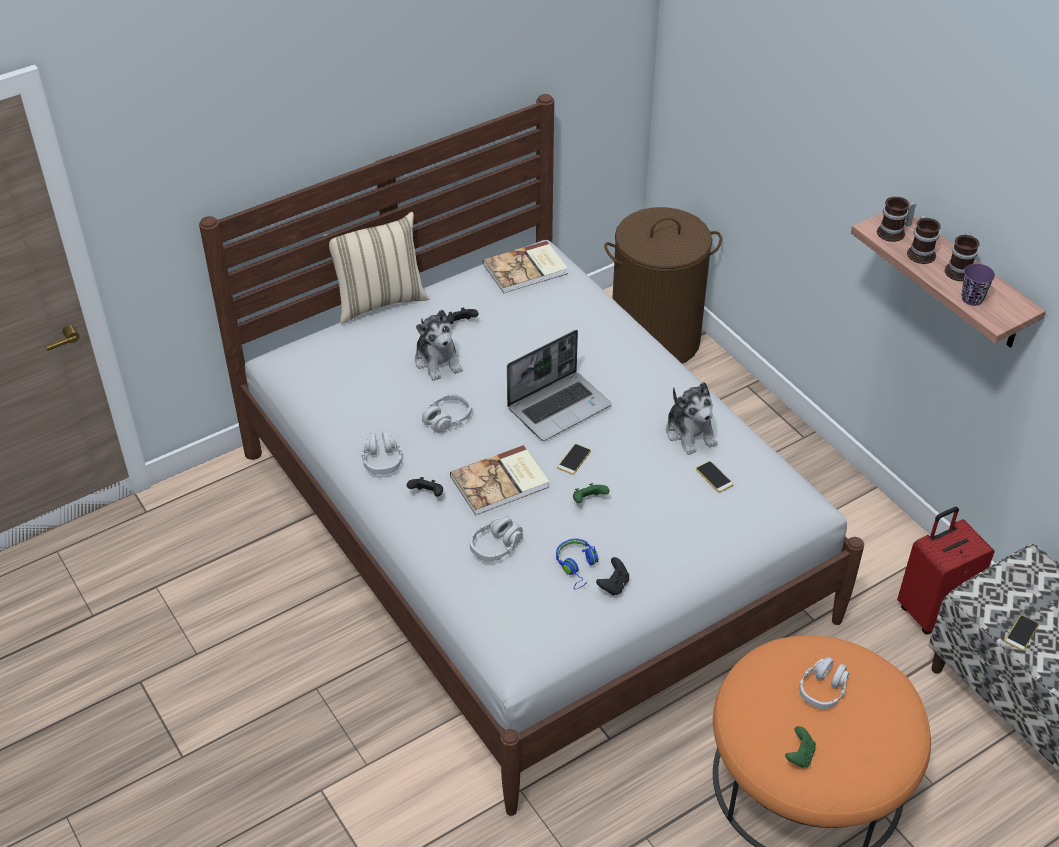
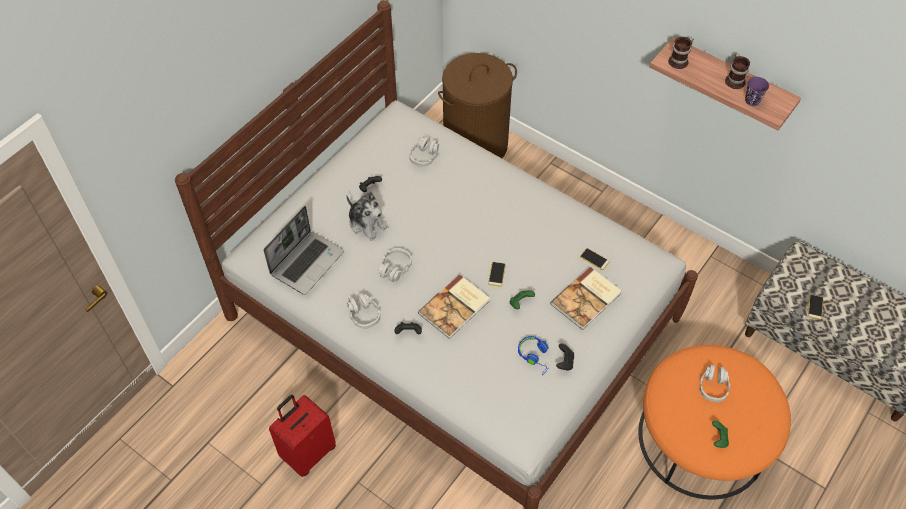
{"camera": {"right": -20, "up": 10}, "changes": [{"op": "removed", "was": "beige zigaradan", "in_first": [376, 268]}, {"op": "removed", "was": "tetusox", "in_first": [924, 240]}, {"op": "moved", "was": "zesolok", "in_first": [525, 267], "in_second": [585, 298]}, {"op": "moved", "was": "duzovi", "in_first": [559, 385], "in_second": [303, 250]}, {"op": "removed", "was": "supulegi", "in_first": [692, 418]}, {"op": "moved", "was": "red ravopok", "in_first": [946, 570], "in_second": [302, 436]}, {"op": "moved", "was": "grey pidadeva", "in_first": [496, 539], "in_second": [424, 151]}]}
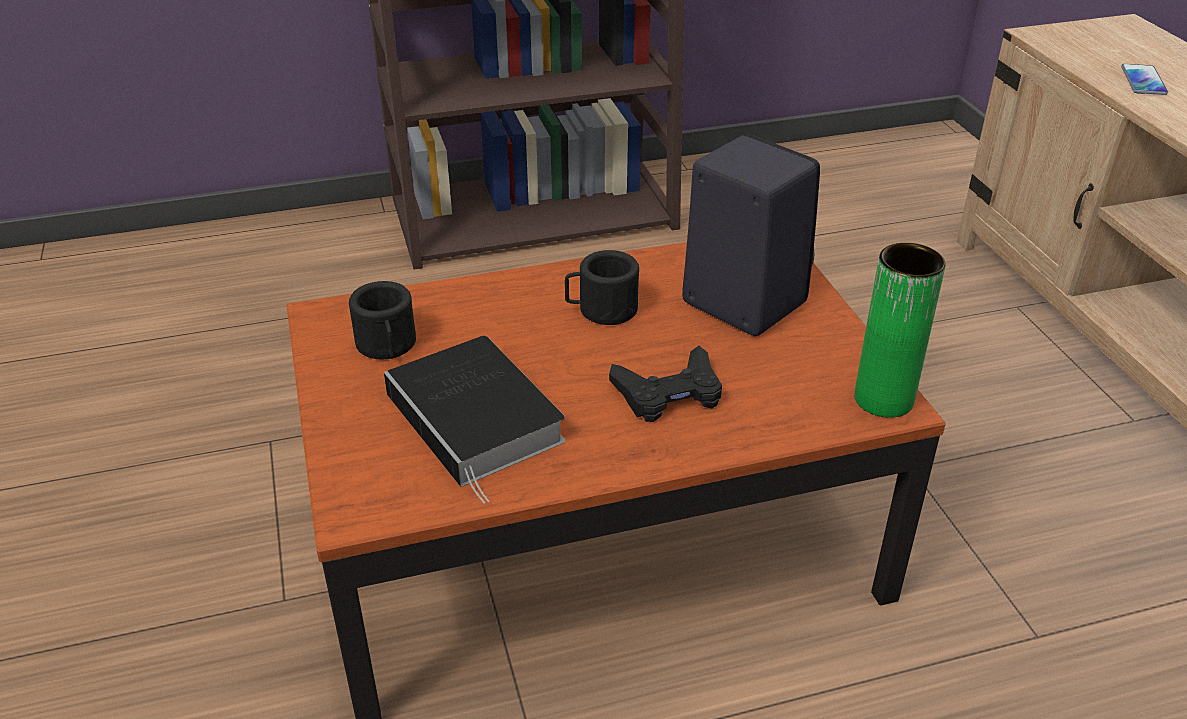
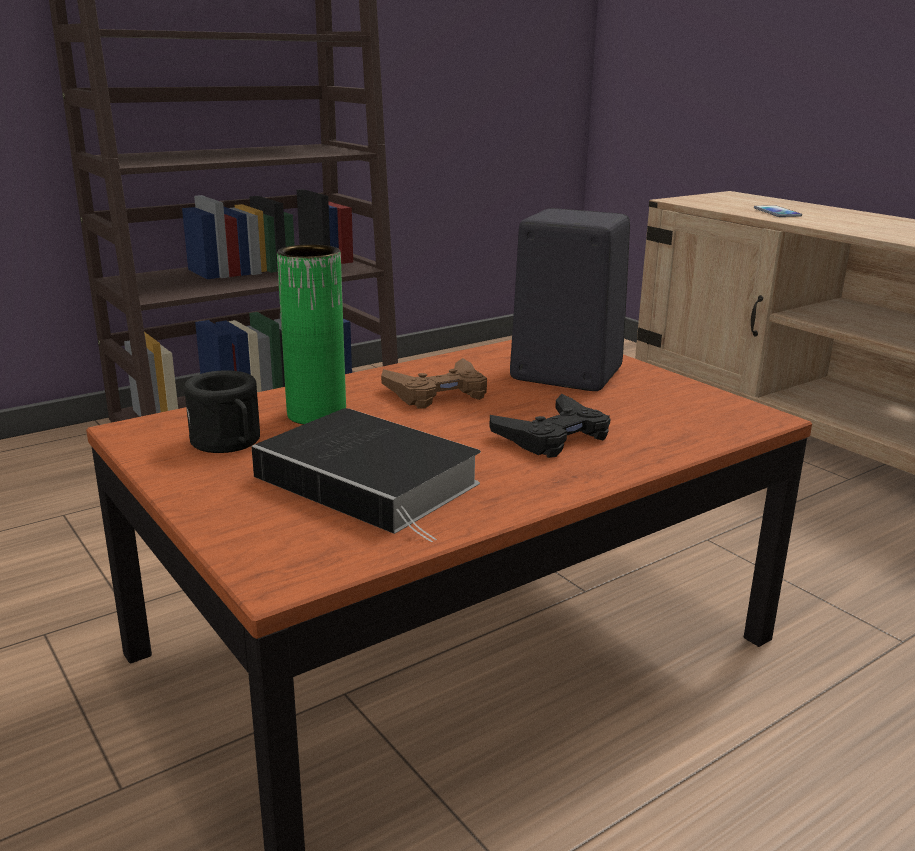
{"camera": {"right": -20, "up": -15}, "changes": [{"op": "moved", "was": "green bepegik", "in_first": [900, 330], "in_second": [311, 334]}, {"op": "replaced", "was": "black tetusox", "now": "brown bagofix", "in_first": [602, 287], "in_second": [434, 383]}]}
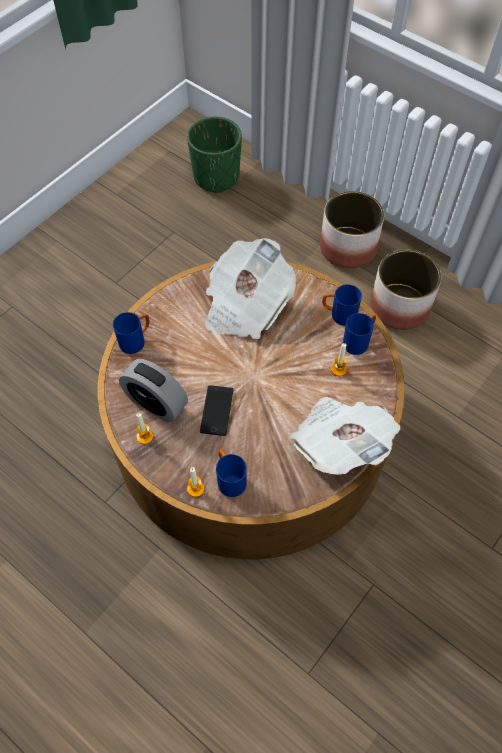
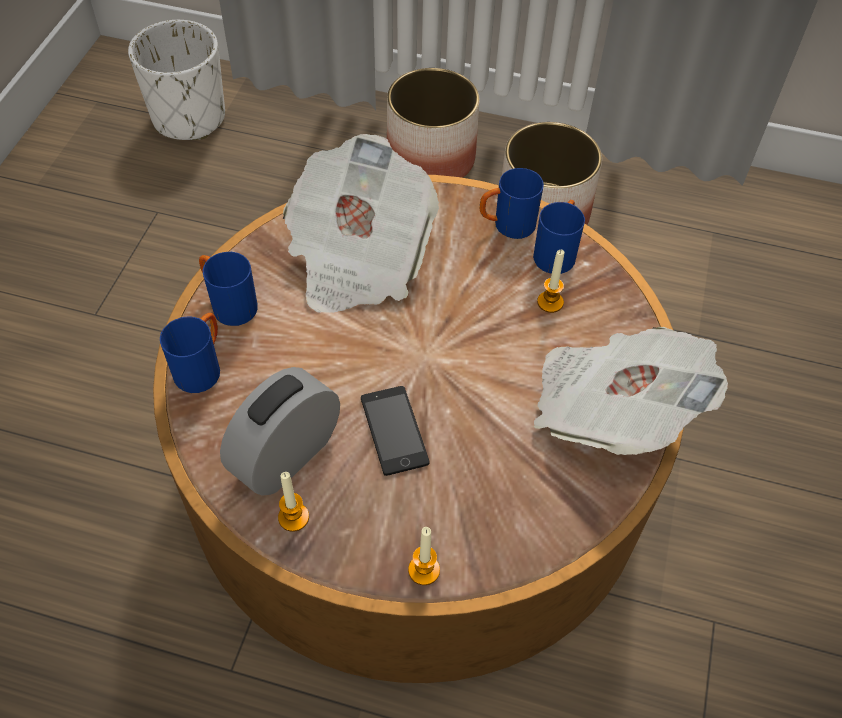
{"camera": {"right": -25, "up": -5}, "changes": [{"op": "recoloured", "was": "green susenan", "now": "white susenan", "in_first": [214, 154], "in_second": [176, 80]}, {"op": "turned", "was": "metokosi", "in_first": [153, 390], "in_second": [280, 431], "clockwise": 120}, {"op": "moved", "was": "blue tetusox", "in_first": [231, 473], "in_second": [228, 289]}]}
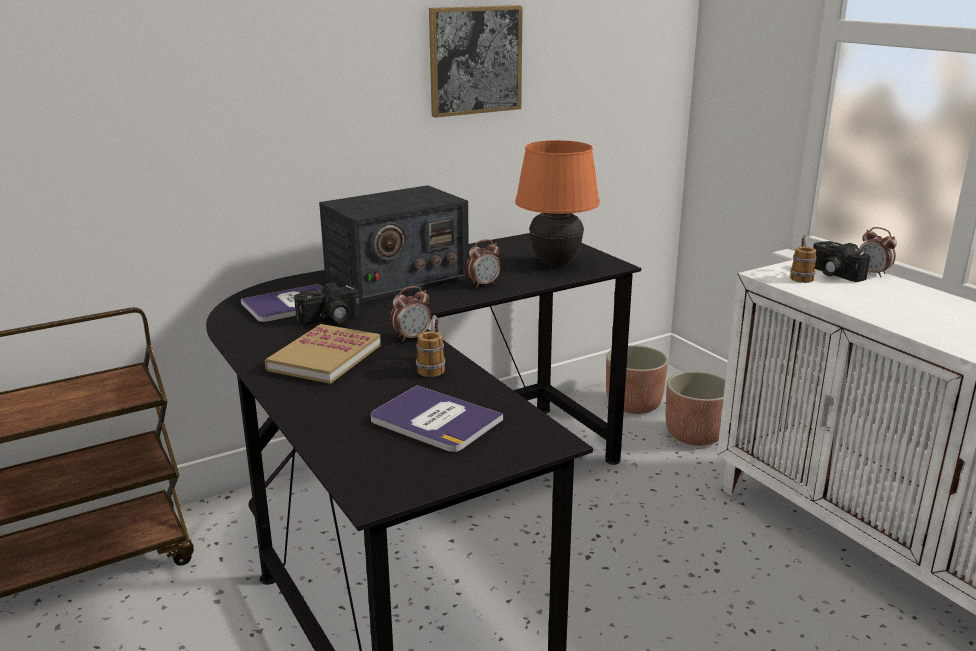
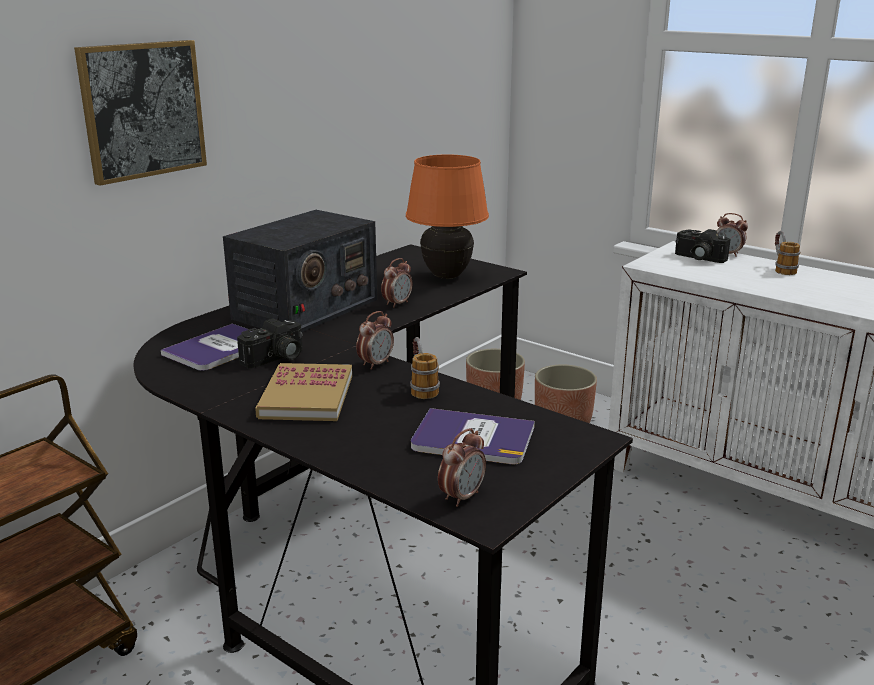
{"camera": {"right": -20, "up": 0}, "changes": [{"op": "moved", "was": "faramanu", "in_first": [476, 61], "in_second": [140, 113]}, {"op": "moved", "was": "tetusox", "in_first": [803, 259], "in_second": [787, 253]}, {"op": "added", "now": "metokosi", "in_second": [462, 467]}]}
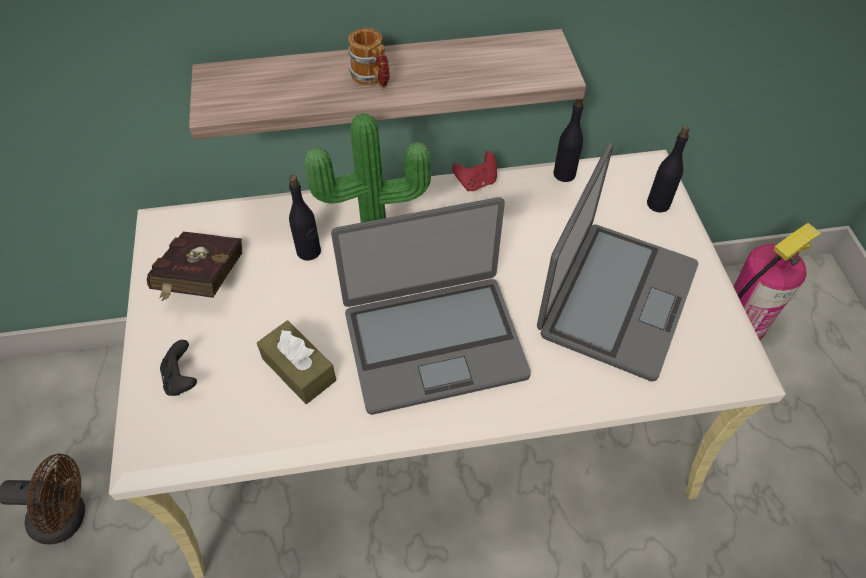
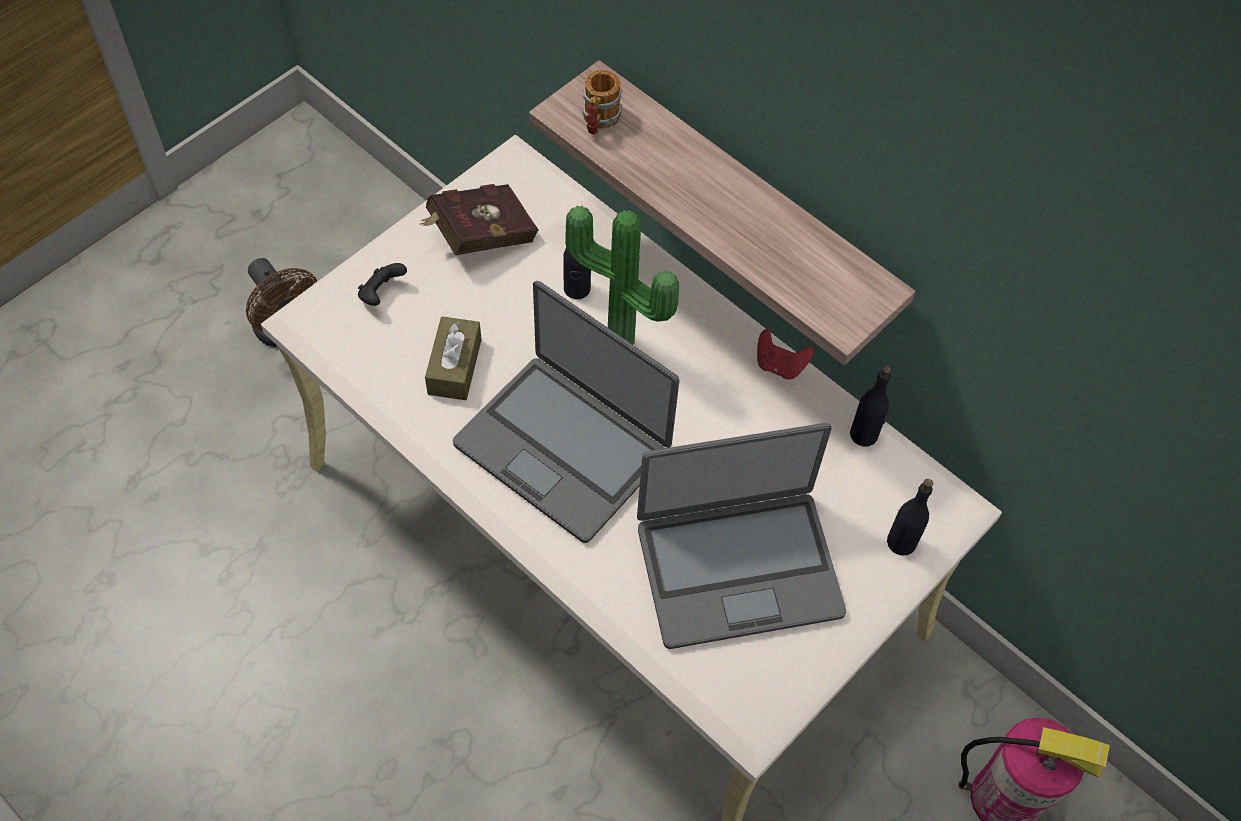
{"camera": {"right": 50, "up": 5}, "changes": [{"op": "moved", "was": "tetusox", "in_first": [368, 58], "in_second": [602, 102]}]}
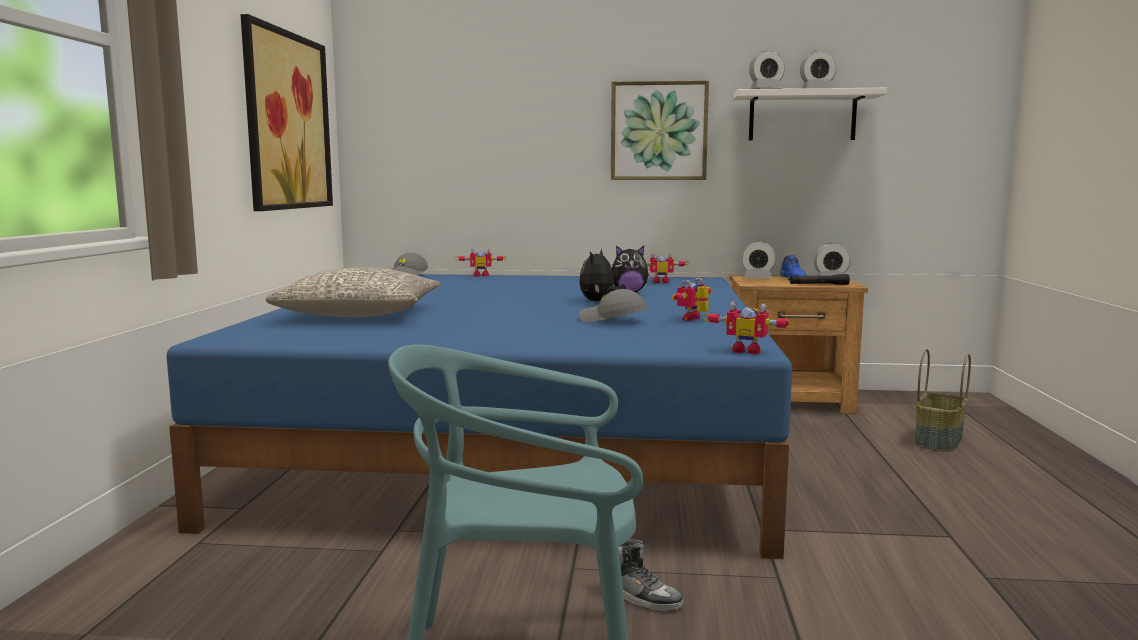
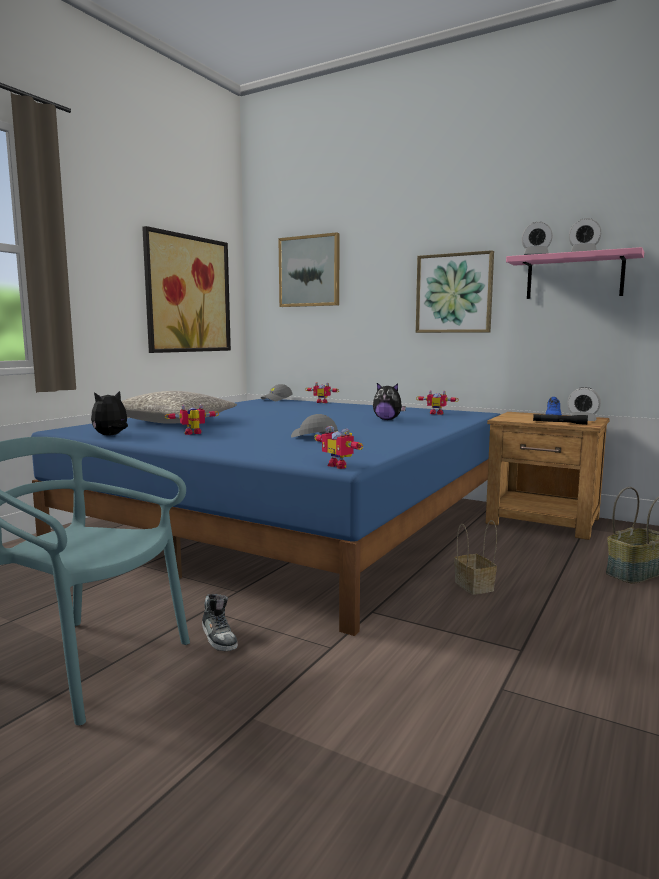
{"camera": {"right": 25, "up": 0}, "changes": [{"op": "recoloured", "was": "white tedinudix", "now": "pink tedinudix", "in_first": [810, 114], "in_second": [575, 273]}, {"op": "removed", "was": "metokosi", "in_first": [758, 259]}, {"op": "moved", "was": "supulegi", "in_first": [602, 275], "in_second": [109, 413]}, {"op": "moved", "was": "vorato", "in_first": [691, 299], "in_second": [192, 419]}, {"op": "added", "now": "faramanu", "in_second": [308, 269]}, {"op": "added", "now": "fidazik", "in_second": [475, 557]}]}
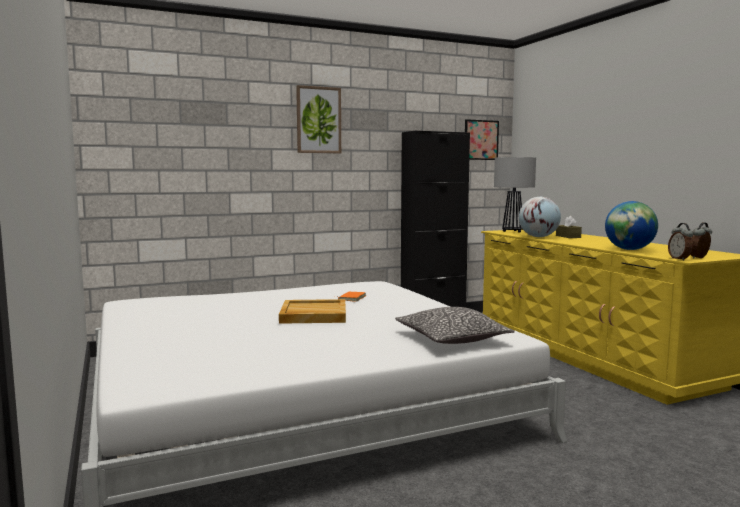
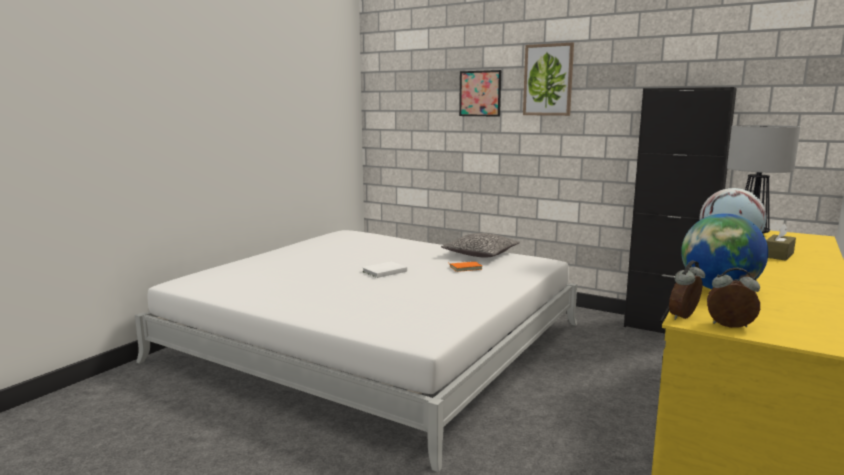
{"camera": {"right": 55, "up": 5}, "changes": [{"op": "moved", "was": "faramanu", "in_first": [482, 139], "in_second": [480, 93]}, {"op": "replaced", "was": "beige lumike", "now": "white zesolok", "in_first": [312, 311], "in_second": [384, 270]}, {"op": "moved", "was": "zigaradan", "in_first": [455, 325], "in_second": [480, 245]}]}
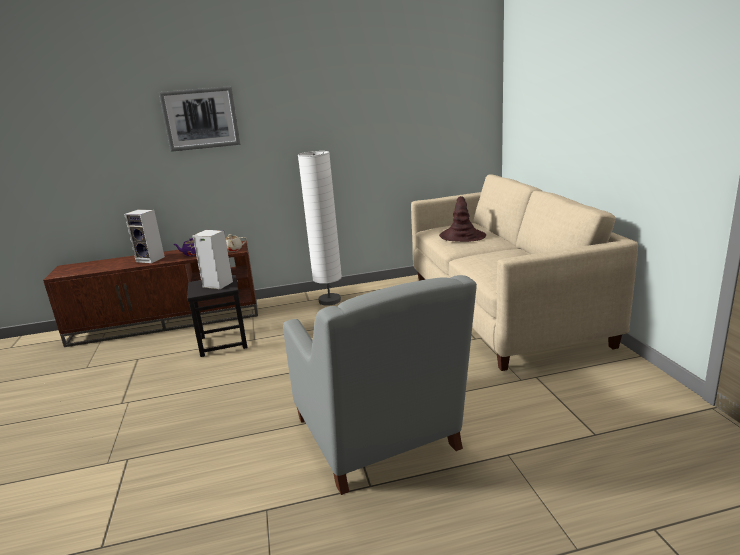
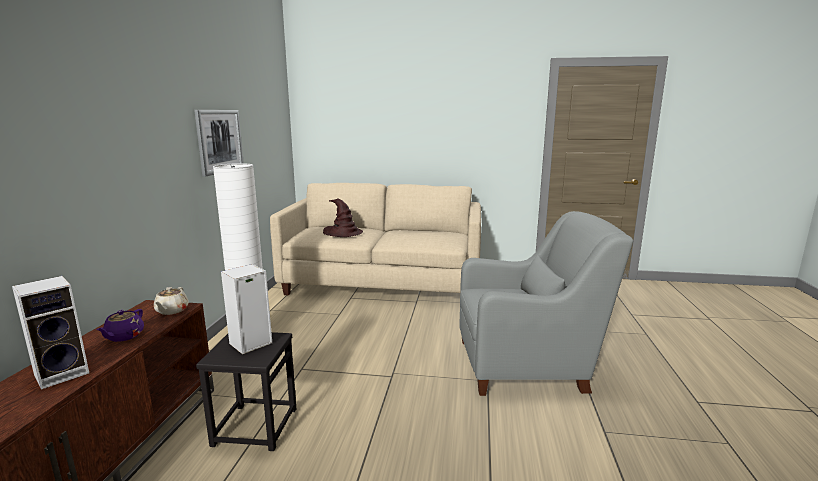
{"camera": {"right": -70, "up": -5}, "changes": [{"op": "moved", "was": "faramanu", "in_first": [199, 119], "in_second": [219, 143]}]}
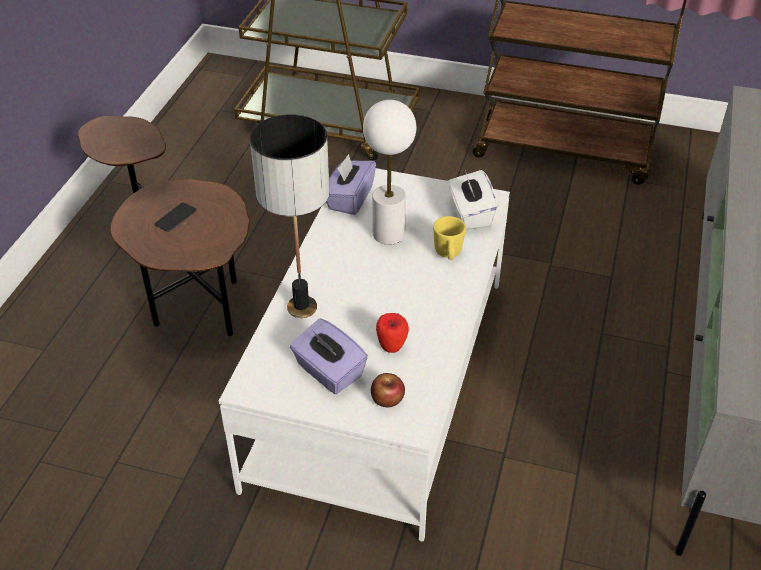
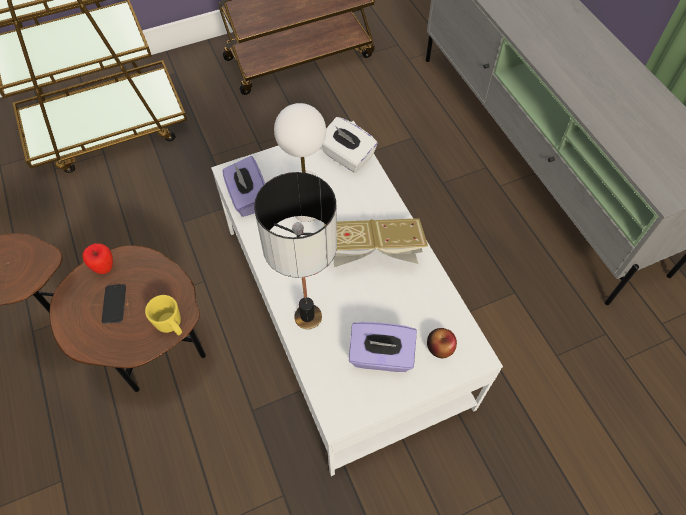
{"camera": {"right": -40, "up": 15}, "changes": [{"op": "moved", "was": "yellow tetusox", "in_first": [449, 238], "in_second": [163, 315]}, {"op": "moved", "was": "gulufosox", "in_first": [392, 333], "in_second": [97, 258]}, {"op": "added", "now": "zesolok", "in_second": [376, 242]}]}
